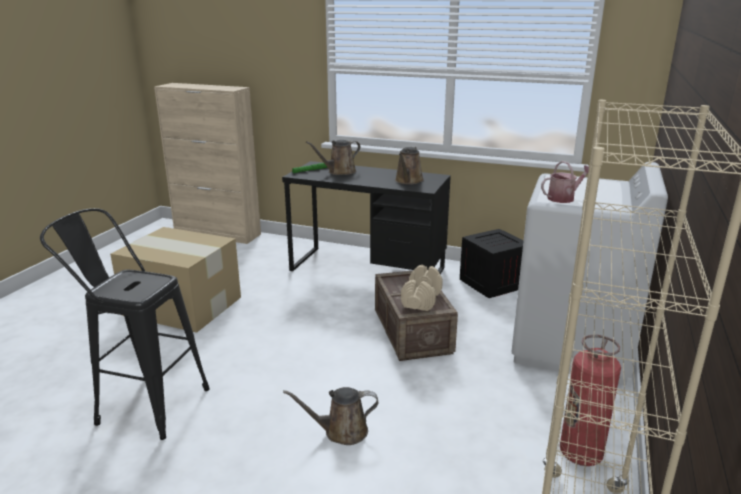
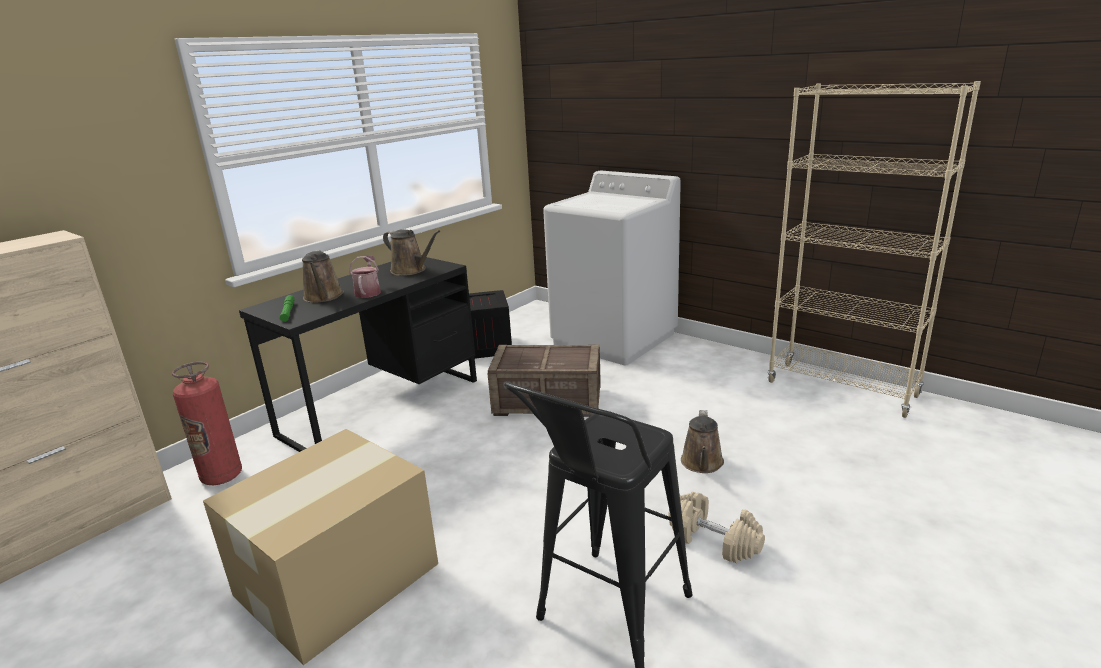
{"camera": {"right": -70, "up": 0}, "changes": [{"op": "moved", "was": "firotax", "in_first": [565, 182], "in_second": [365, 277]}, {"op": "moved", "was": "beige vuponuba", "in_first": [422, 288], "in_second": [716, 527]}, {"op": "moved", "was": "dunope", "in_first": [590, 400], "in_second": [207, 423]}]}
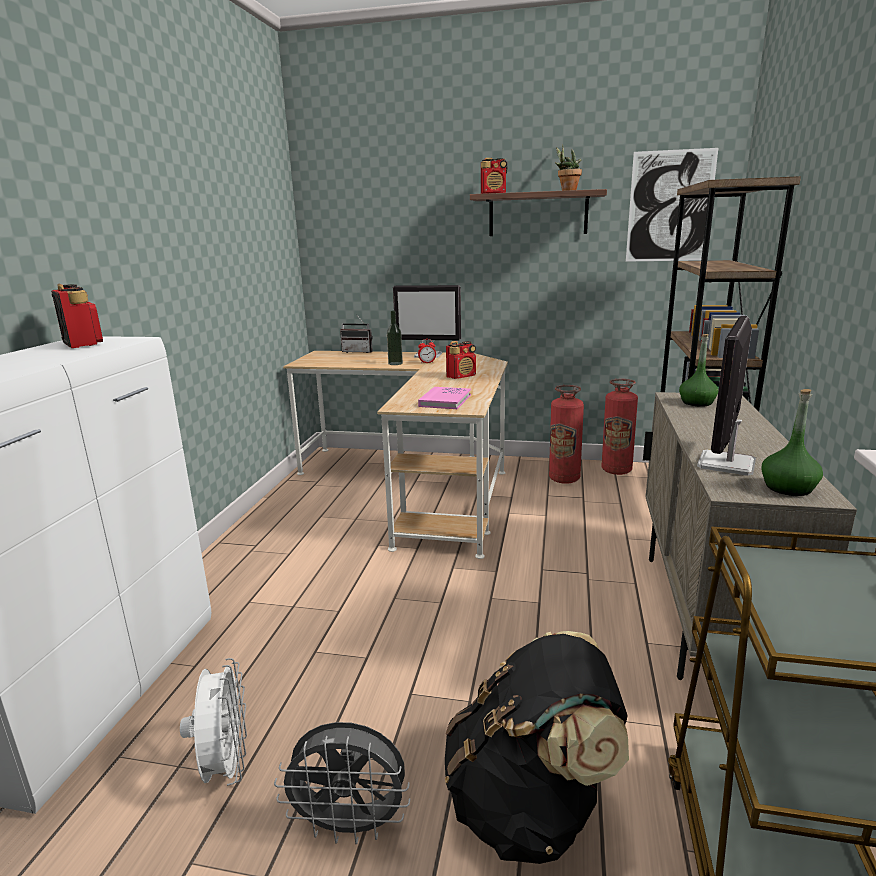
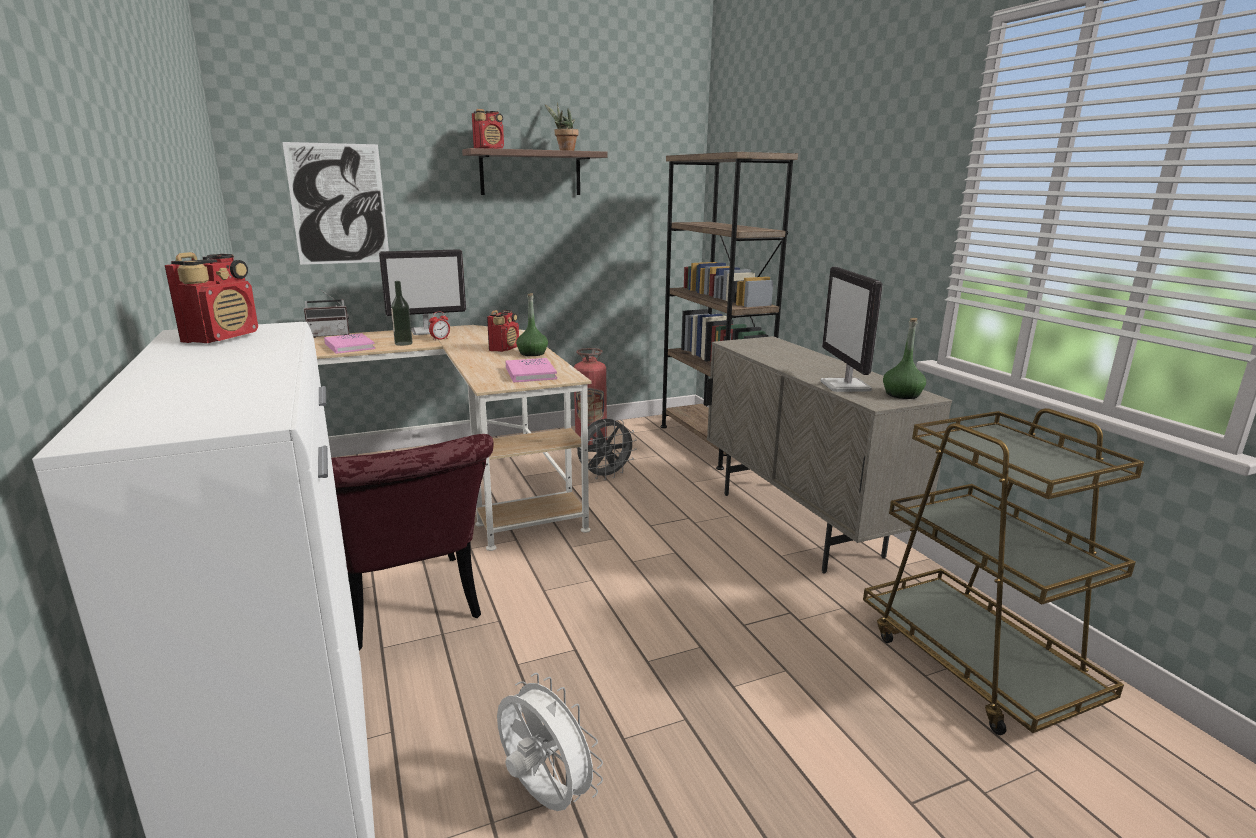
{"camera": {"right": -35, "up": 0}, "changes": [{"op": "moved", "was": "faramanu", "in_first": [672, 205], "in_second": [335, 203]}, {"op": "turned", "was": "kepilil", "in_first": [77, 316], "in_second": [211, 298], "clockwise": 90}, {"op": "moved", "was": "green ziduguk", "in_first": [698, 370], "in_second": [532, 324]}, {"op": "removed", "was": "dunope", "in_first": [619, 427]}, {"op": "removed", "was": "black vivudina", "in_first": [537, 747]}, {"op": "moved", "was": "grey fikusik", "in_first": [342, 783], "in_second": [607, 449]}, {"op": "added", "now": "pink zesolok", "in_second": [349, 343]}, {"op": "added", "now": "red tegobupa", "in_second": [412, 542]}]}
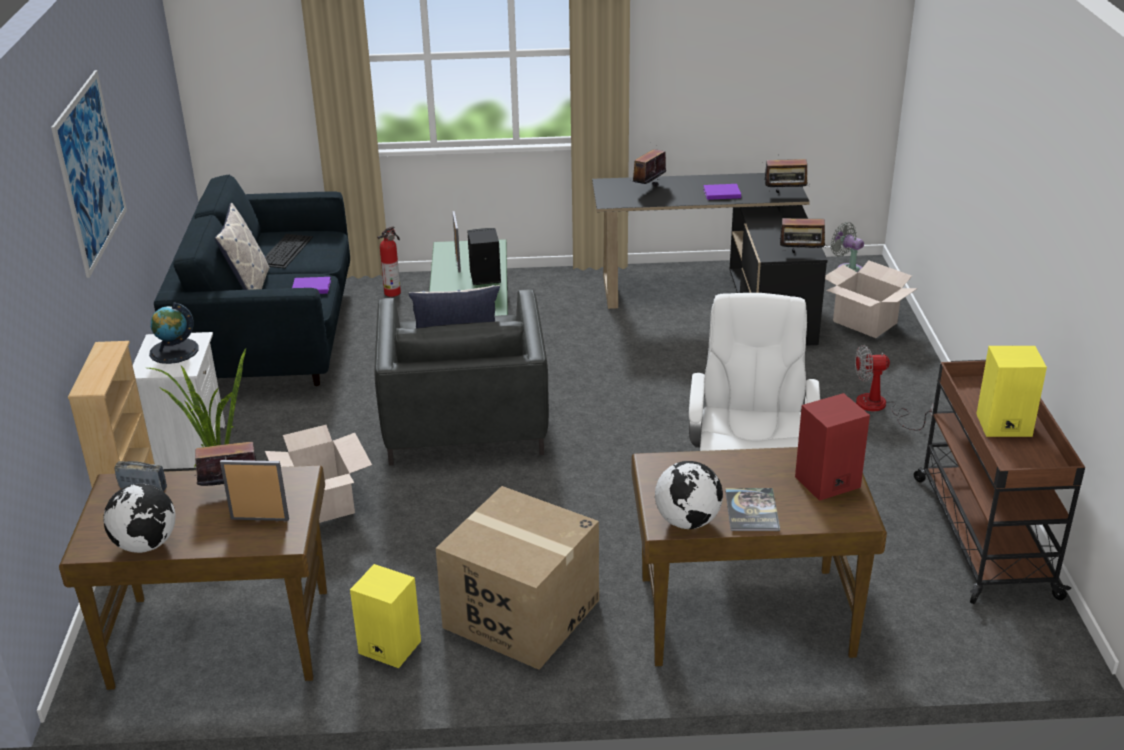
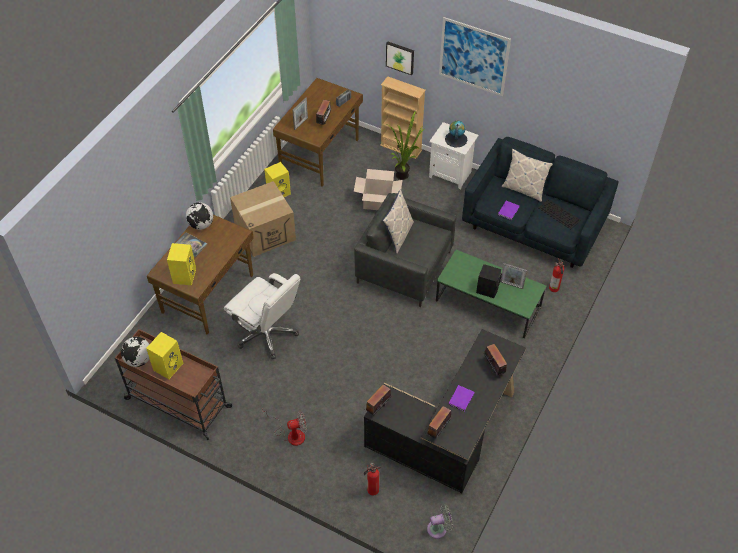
{"camera": {"right": 120, "up": 20}, "changes": [{"op": "replaced", "was": "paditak", "now": "dunope", "in_first": [871, 299], "in_second": [372, 479]}, {"op": "turned", "was": "fikusik", "in_first": [894, 388], "in_second": [284, 427], "clockwise": 45}, {"op": "recoloured", "was": "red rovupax", "now": "yellow rovupax", "in_first": [832, 447], "in_second": [181, 264]}, {"op": "moved", "was": "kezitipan", "in_first": [139, 518], "in_second": [135, 352]}, {"op": "added", "now": "faramanu", "in_second": [400, 58]}]}
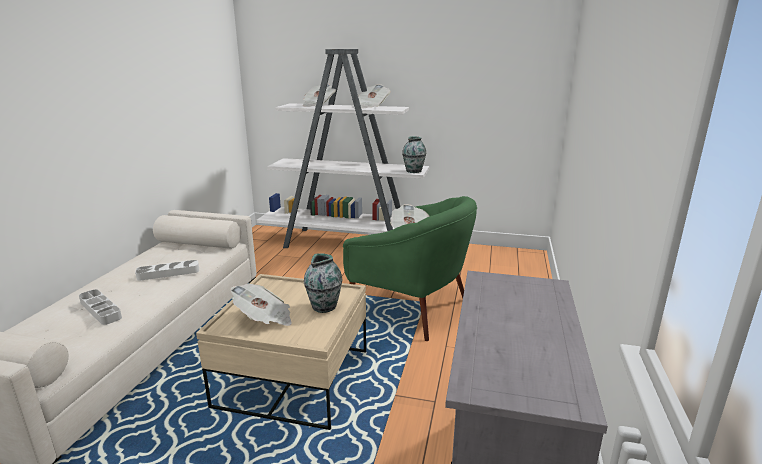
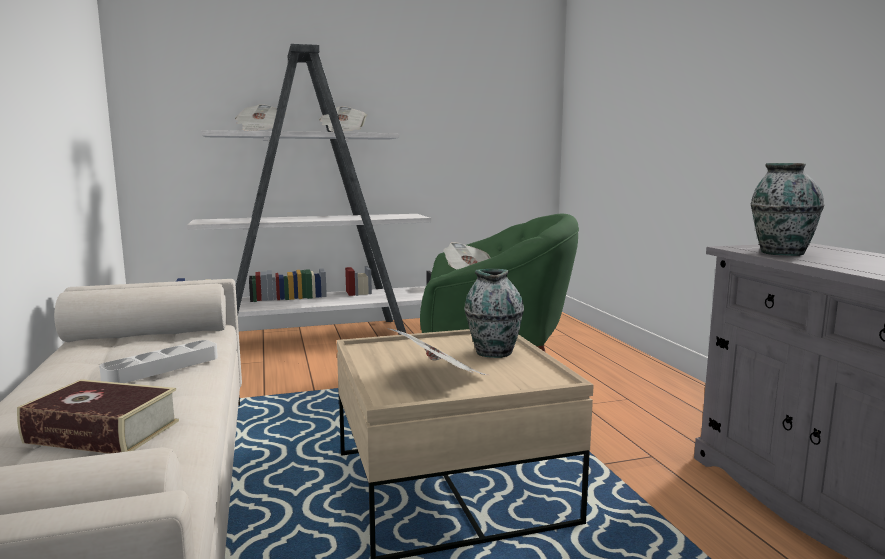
{"camera": {"right": -30, "up": -10}, "changes": [{"op": "moved", "was": "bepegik", "in_first": [414, 154], "in_second": [787, 209]}, {"op": "replaced", "was": "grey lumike", "now": "zesolok", "in_first": [100, 307], "in_second": [98, 416]}]}
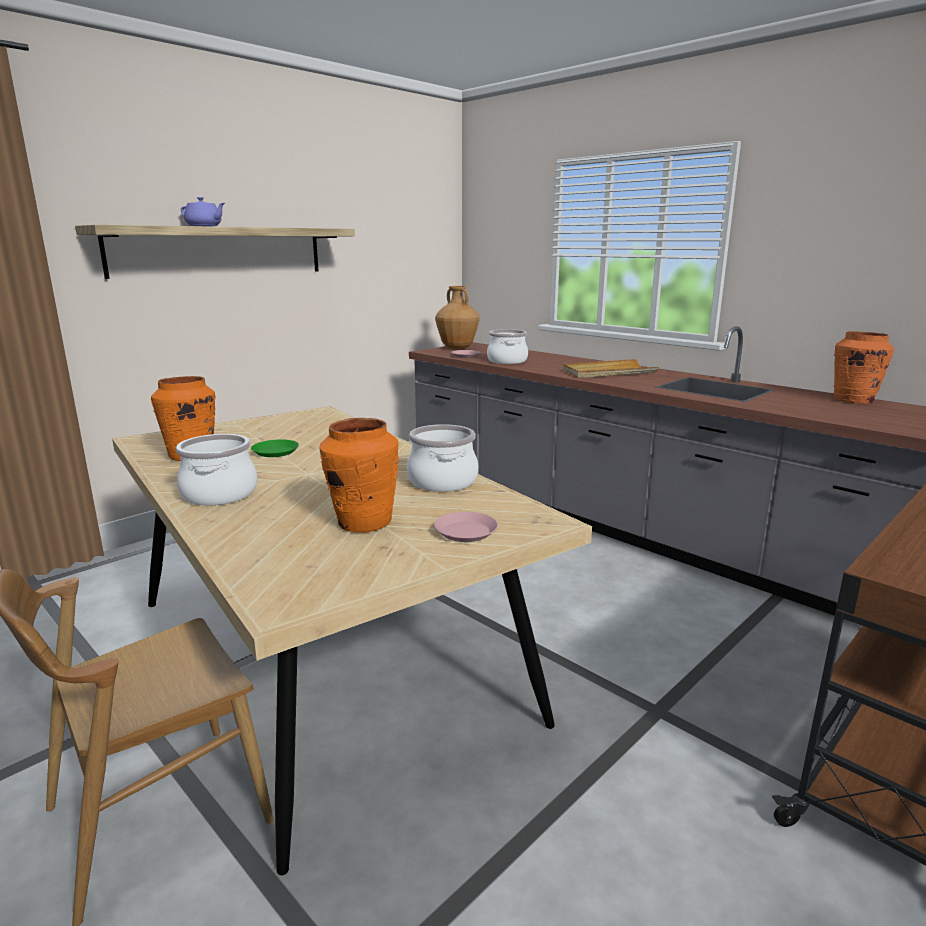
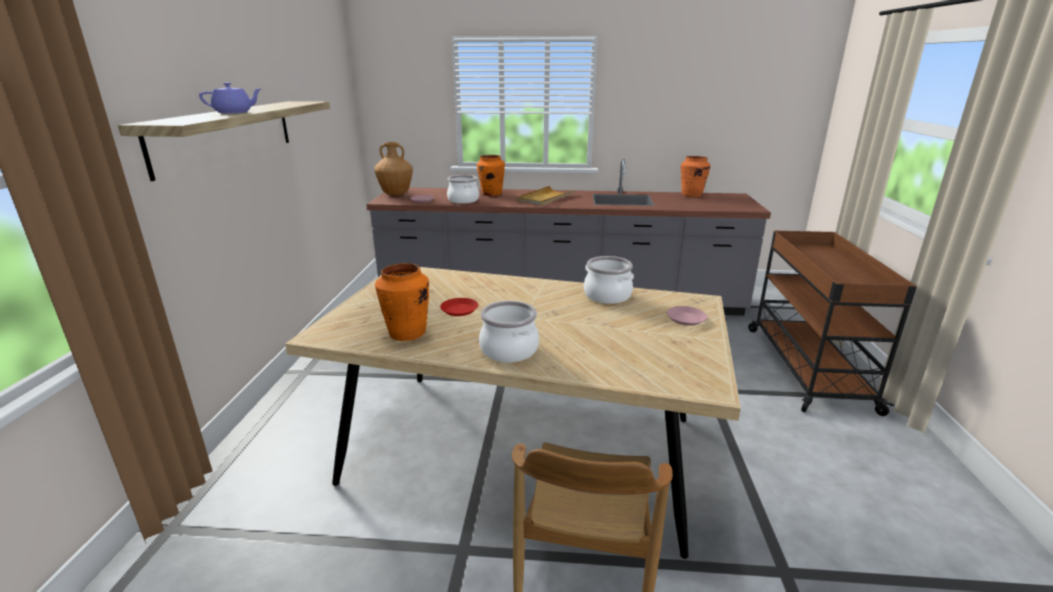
{"camera": {"right": -40, "up": 5}, "changes": [{"op": "moved", "was": "orange bepegik", "in_first": [359, 475], "in_second": [491, 175]}, {"op": "recoloured", "was": "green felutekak", "now": "red felutekak", "in_first": [275, 448], "in_second": [459, 307]}]}
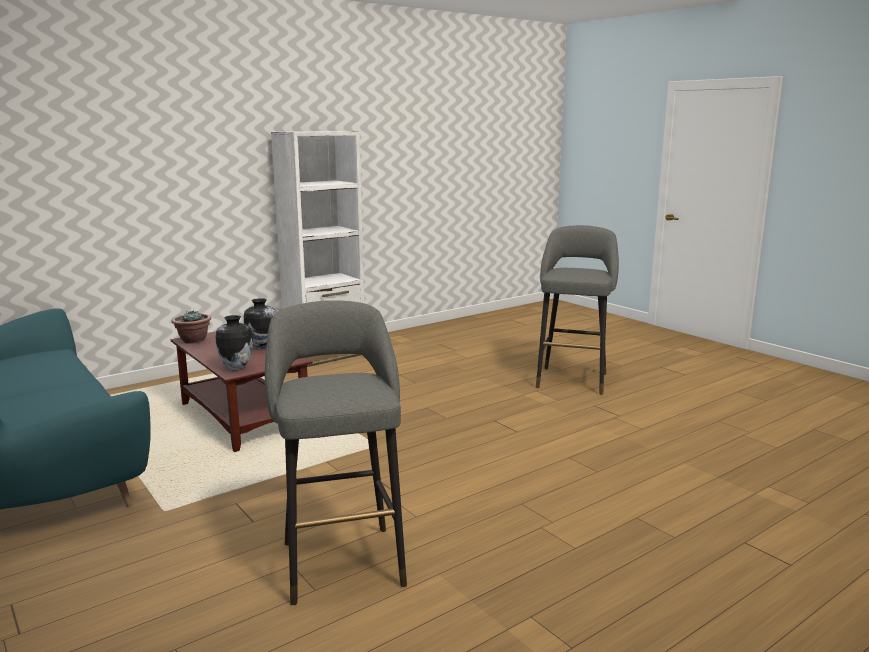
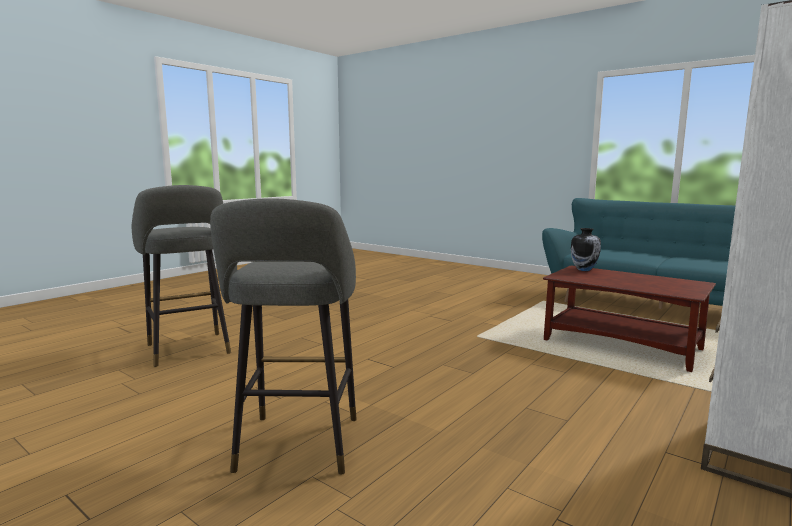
{"camera": {"right": 165, "up": -5}, "changes": [{"op": "removed", "was": "bepegik", "in_first": [260, 323]}, {"op": "moved", "was": "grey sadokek", "in_first": [336, 452], "in_second": [181, 276]}, {"op": "removed", "was": "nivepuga", "in_first": [191, 327]}]}
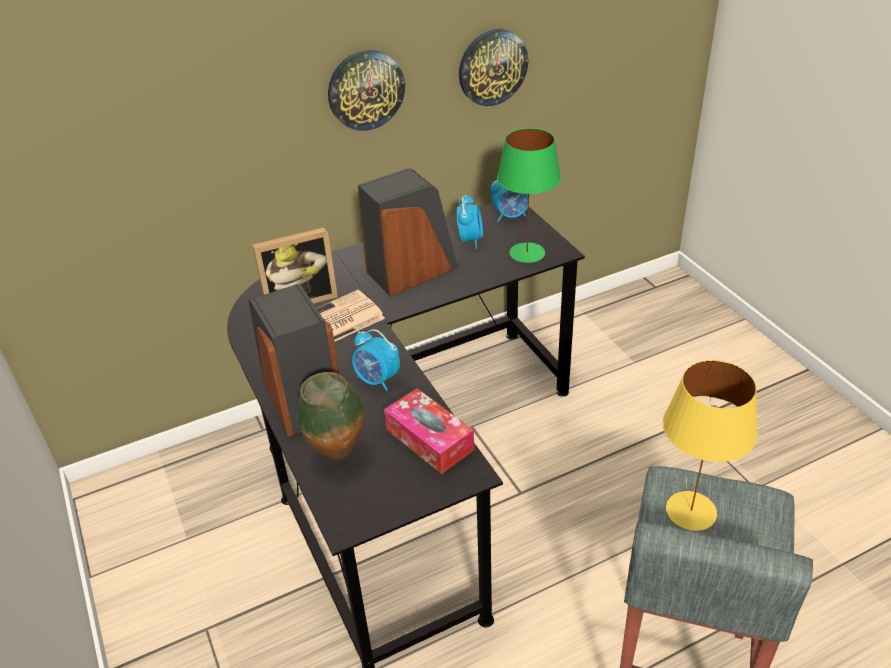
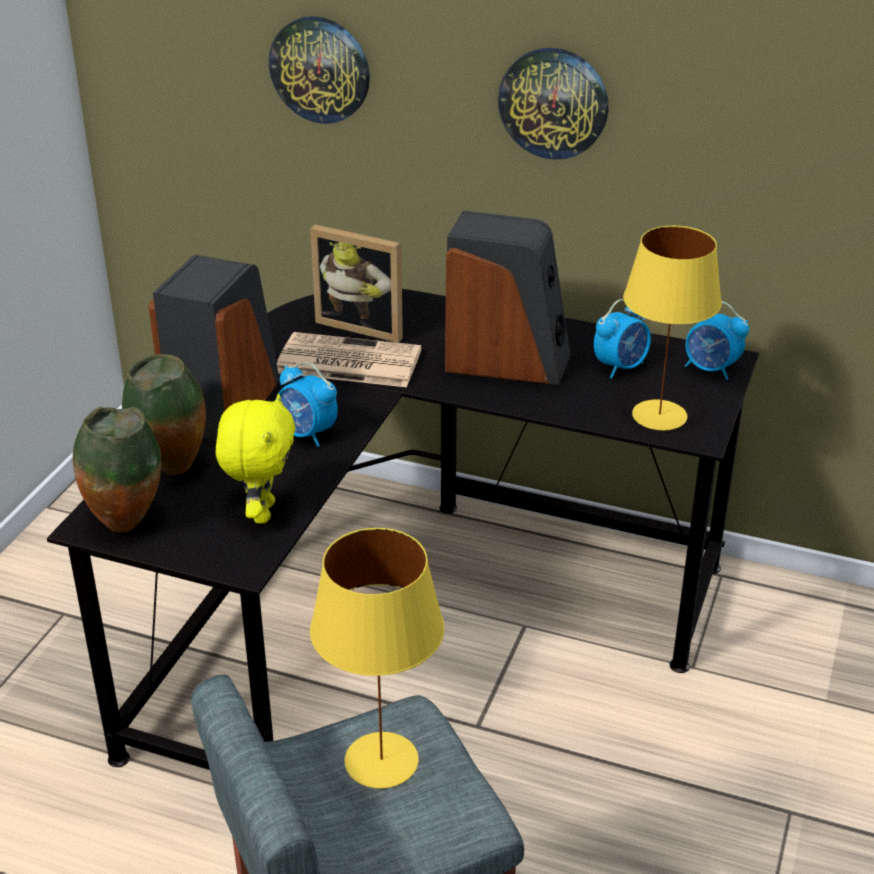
{"camera": {"right": 45, "up": -5}, "changes": [{"op": "moved", "was": "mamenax", "in_first": [493, 67], "in_second": [319, 70]}, {"op": "recoloured", "was": "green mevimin", "now": "yellow mevimin", "in_first": [529, 195], "in_second": [672, 328]}, {"op": "turned", "was": "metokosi", "in_first": [376, 360], "in_second": [307, 404], "clockwise": -45}, {"op": "replaced", "was": "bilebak", "now": "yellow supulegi", "in_first": [429, 431], "in_second": [255, 459]}, {"op": "added", "now": "bepegik", "in_second": [117, 470]}]}
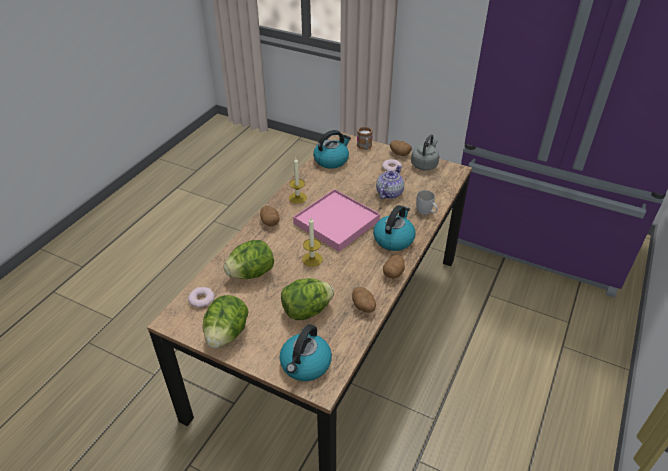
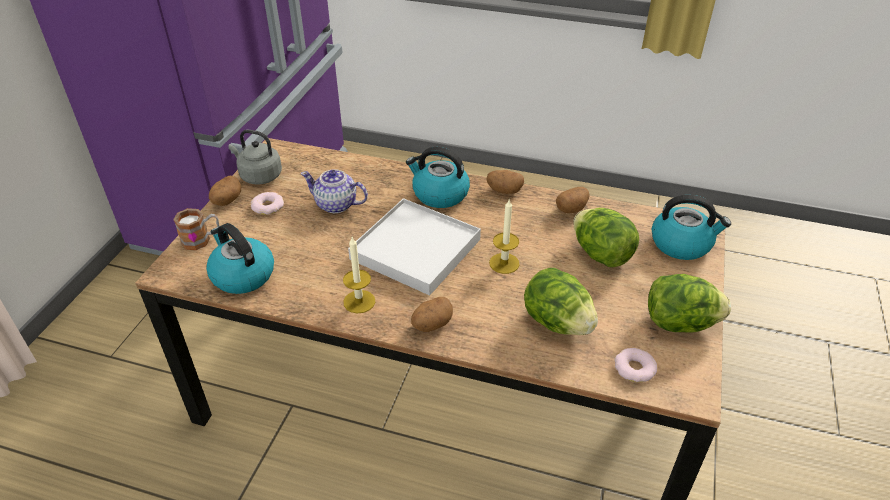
{"camera": {"right": -100, "up": 0}, "changes": [{"op": "recoloured", "was": "pink lumike", "now": "white lumike", "in_first": [336, 220], "in_second": [414, 247]}, {"op": "removed", "was": "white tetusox", "in_first": [427, 202]}]}
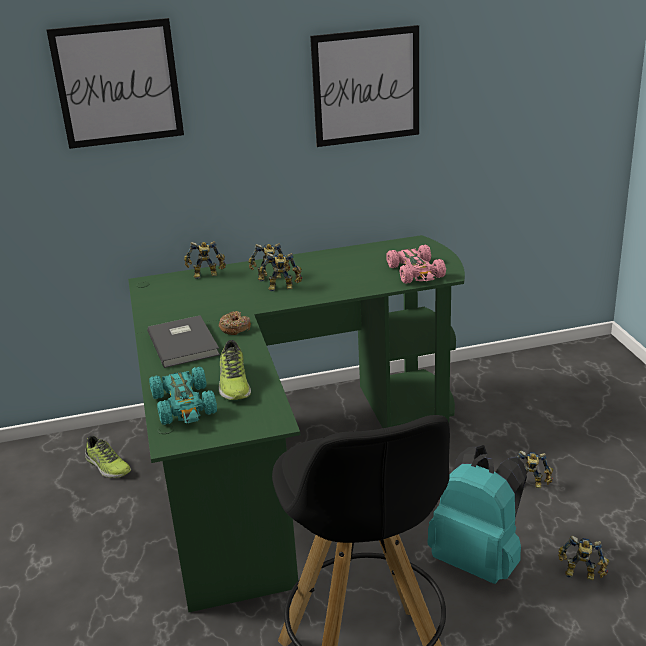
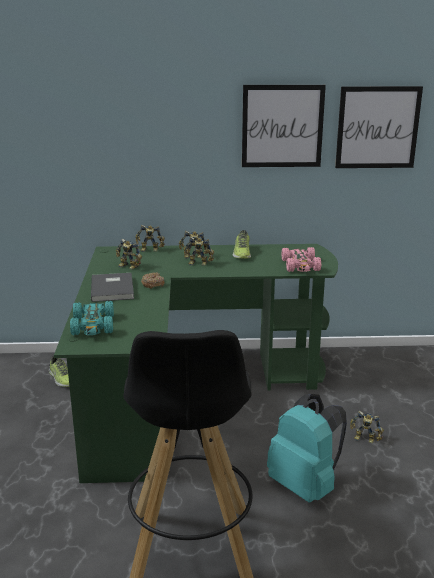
{"camera": {"right": 10, "up": -5}, "changes": [{"op": "moved", "was": "faramanu", "in_first": [115, 83], "in_second": [379, 127]}, {"op": "moved", "was": "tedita", "in_first": [235, 370], "in_second": [242, 244]}, {"op": "moved", "was": "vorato", "in_first": [583, 557], "in_second": [129, 254]}]}
